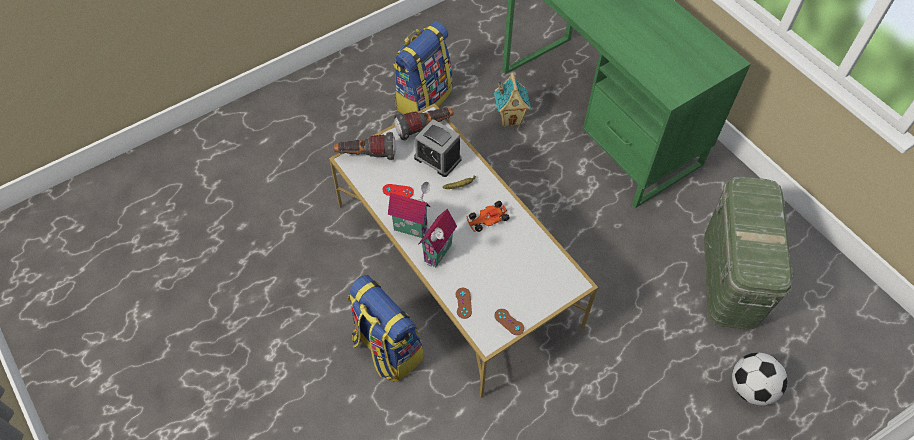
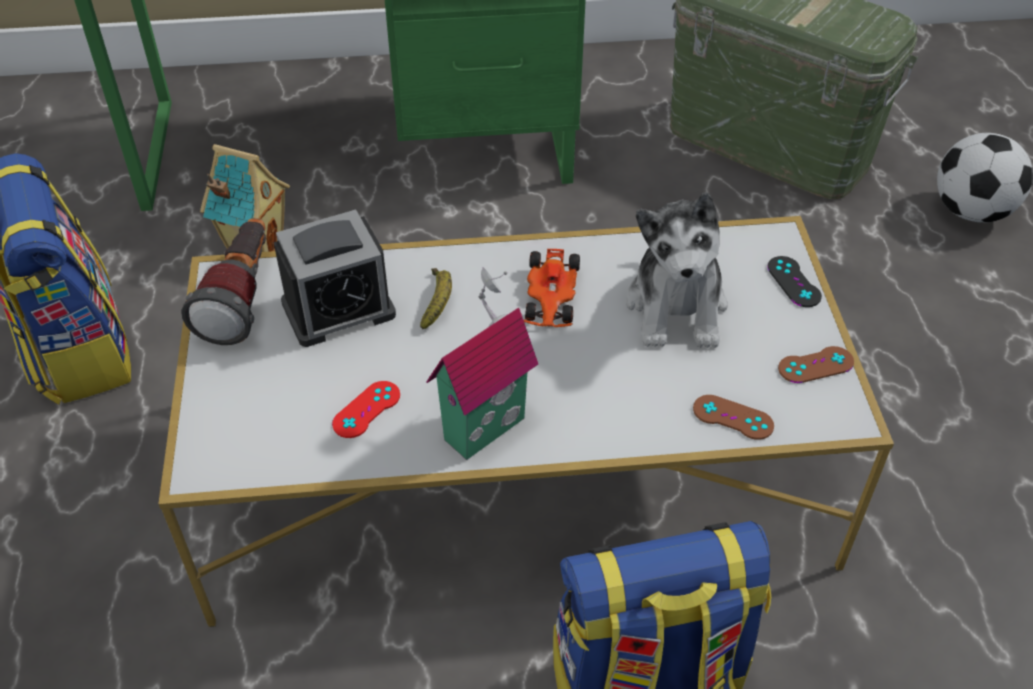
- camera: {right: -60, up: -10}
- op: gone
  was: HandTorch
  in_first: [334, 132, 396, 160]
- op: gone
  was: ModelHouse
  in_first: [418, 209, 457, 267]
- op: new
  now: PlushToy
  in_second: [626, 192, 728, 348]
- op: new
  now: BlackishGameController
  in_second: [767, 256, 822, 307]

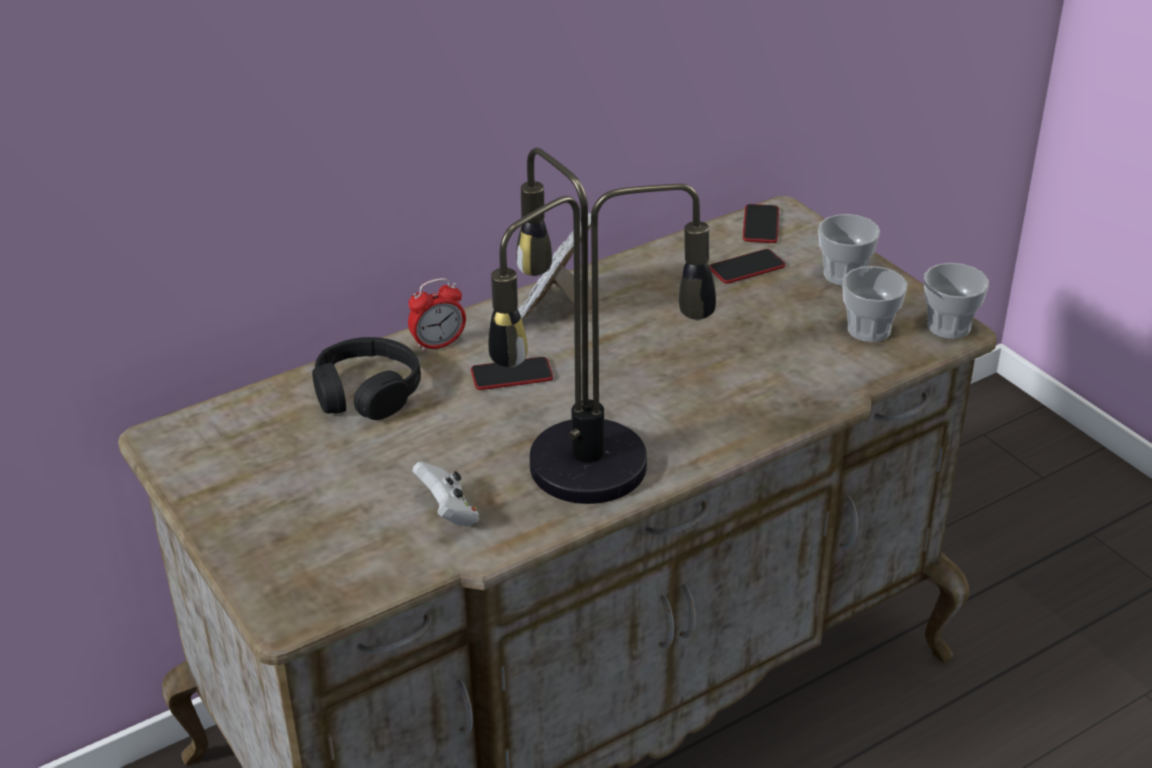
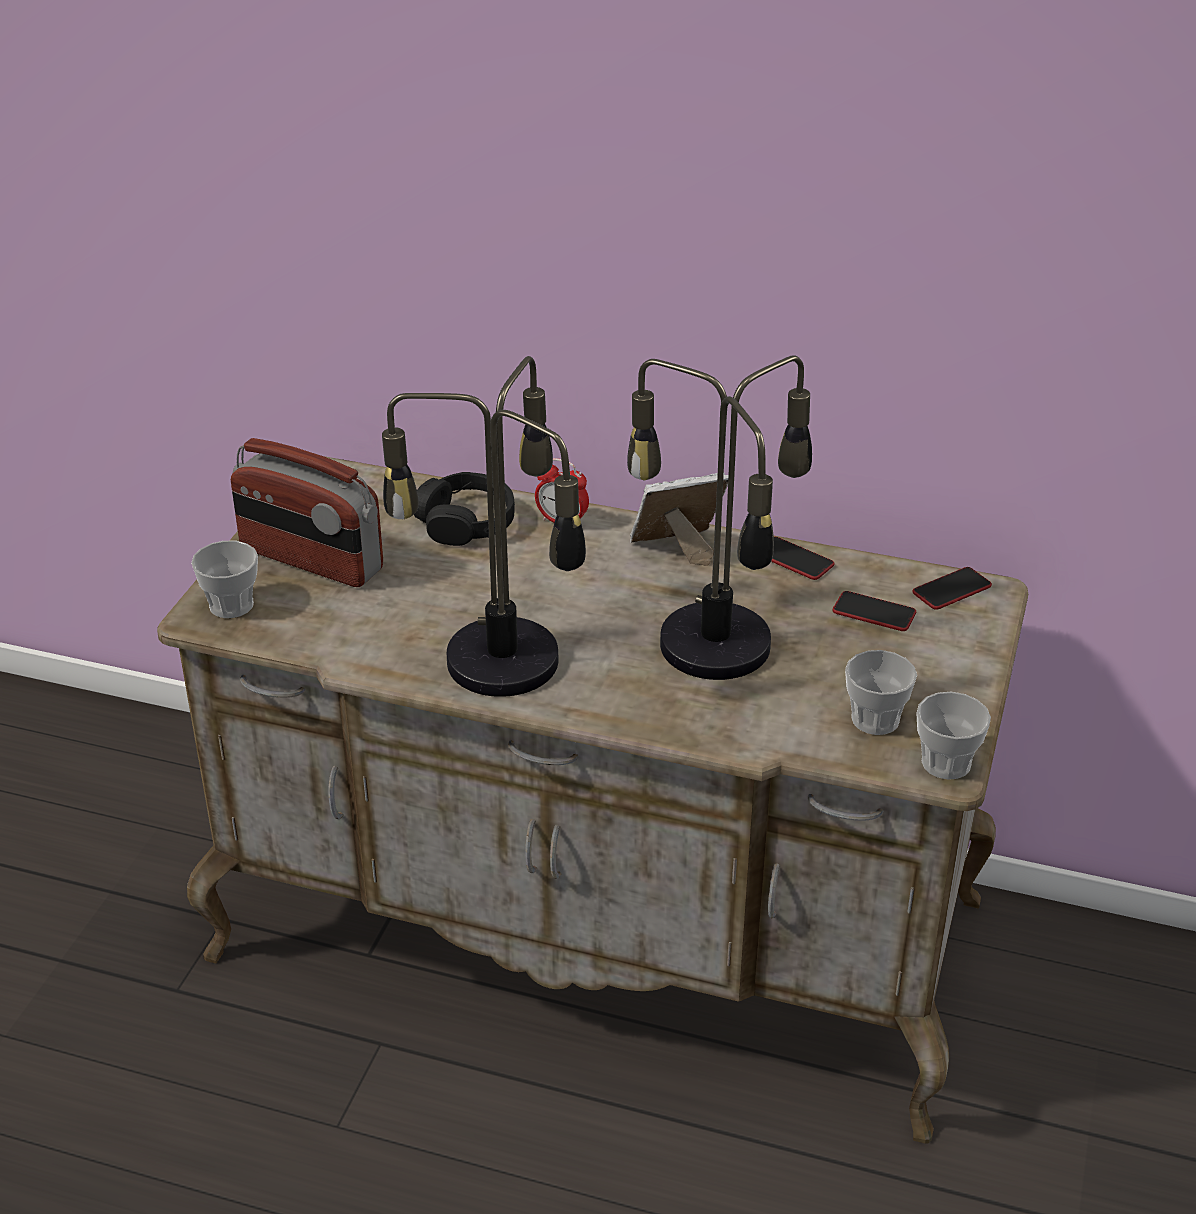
- camera: {right: 50, up: 0}
- op: gone
  was: WhitishGameController
  in_first: [412, 462, 479, 527]
- op: new
  now: Radio
  in_second: [231, 438, 383, 587]
- op: new
  now: TableLamp
  in_second: [627, 355, 812, 680]
- op: shifted
  was: Handset
  in_first: [471, 357, 553, 390]
  in_second: [771, 537, 834, 580]
- op: shifted
  was: DrinkingCup
  in_first: [818, 214, 880, 286]
  in_second: [191, 541, 258, 618]

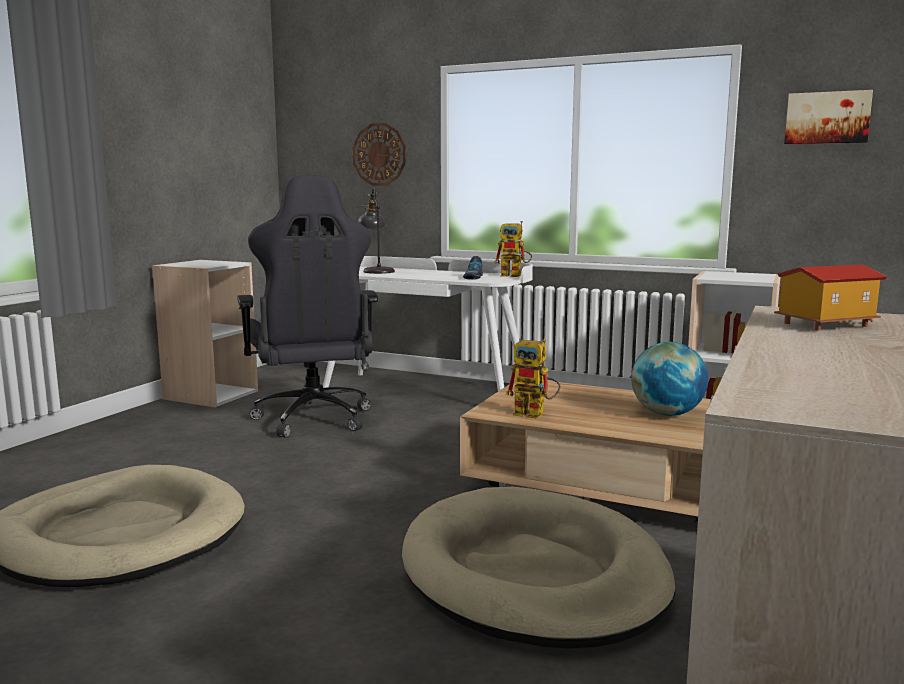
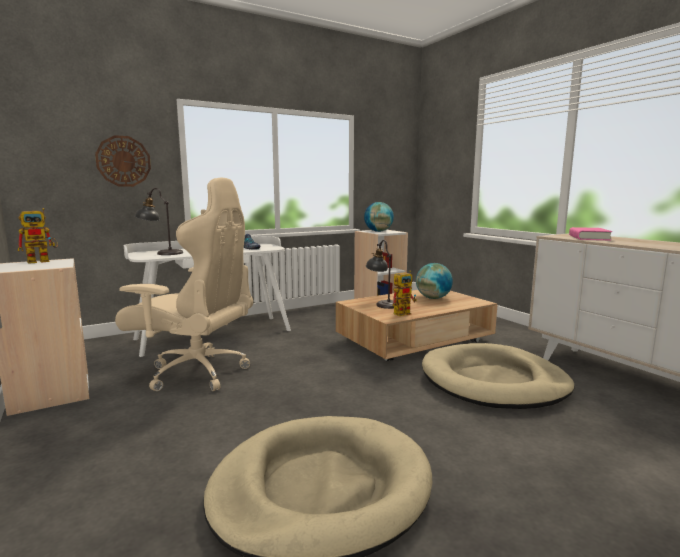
- camera: {right: -55, up: 0}
- op: gone
  was: WallArt
  in_first: [784, 90, 873, 144]
- op: new
  now: Globe
  in_second: [364, 202, 394, 232]
- op: new
  now: GreyTableLamp
  in_second: [366, 240, 394, 309]
- op: shifted
  was: RobotFigure
  in_first: [494, 221, 532, 277]
  in_second: [18, 208, 58, 264]
- op: swapped
  was: ModelHouse
  now: PinkColouredVolume
  in_first: [774, 264, 887, 331]
  in_second: [569, 227, 612, 241]
- op: repainted
  was: BlackishDeskChair
  now: BeigeColouredDeskChair
  in_first: [237, 175, 378, 437]
  in_second: [115, 178, 253, 391]

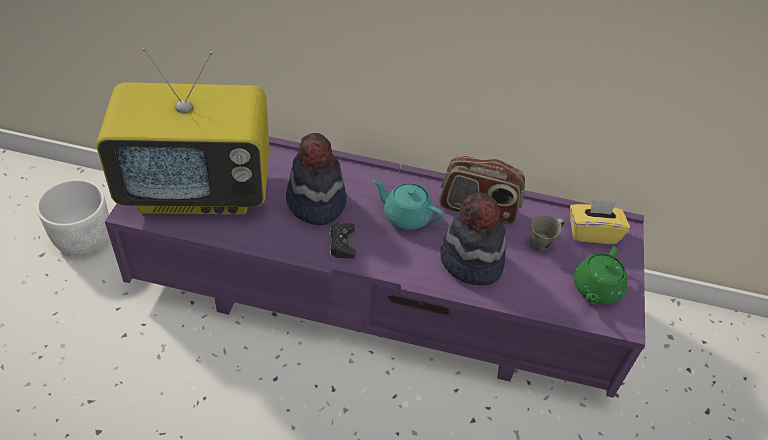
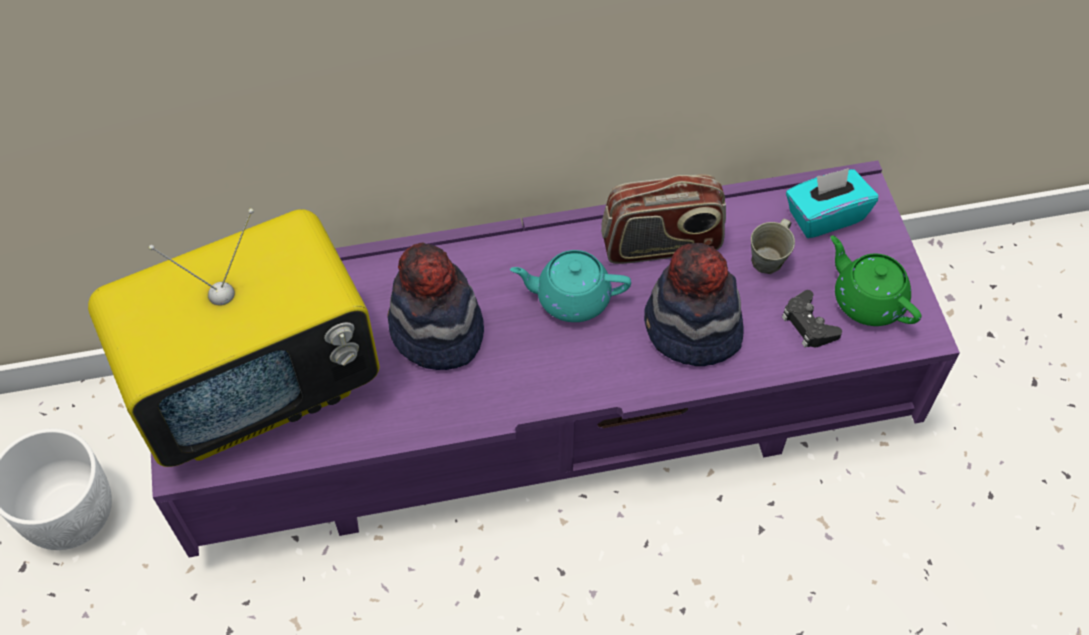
- camera: {right: -20, up: 10}
- op: shifted
  was: BlackishGameController
  in_first: [329, 223, 356, 258]
  in_second: [782, 290, 842, 348]
- op: repainted
  was: YellowTissueHolder
  now: TurquoiseColouredTissueHolder
  in_first: [570, 199, 630, 244]
  in_second: [786, 168, 878, 239]
- op: rotated
  was: GreenColouredTeaPot
  in_first: [574, 246, 628, 304]
  in_second: [830, 236, 921, 326]
  clockwise: 135

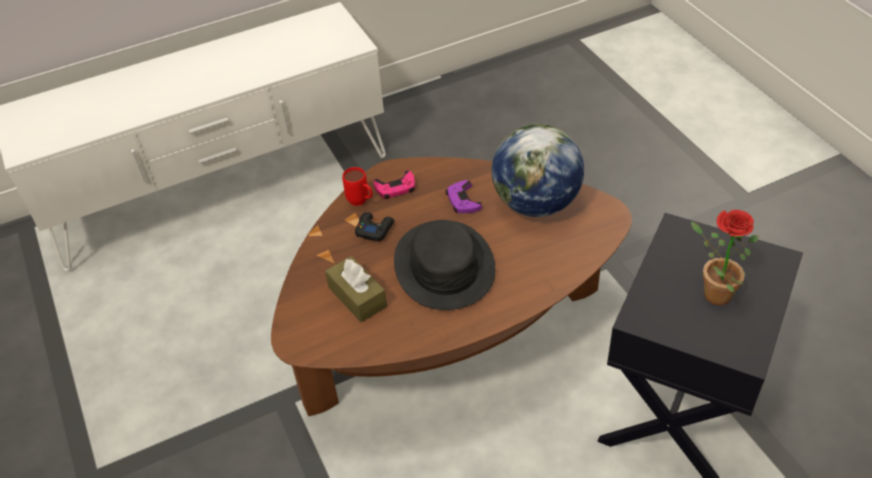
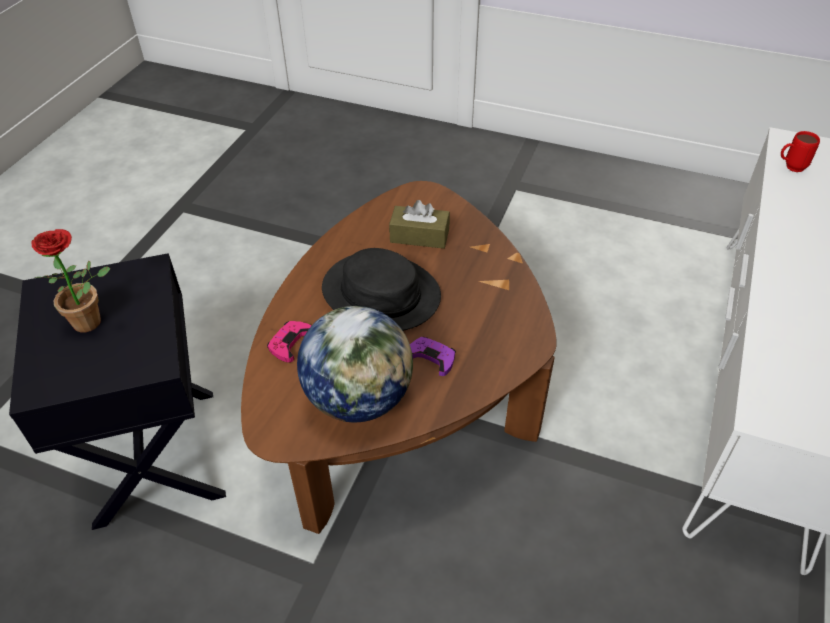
- camera: {right: 135, up: 0}
- op: gone
  was: BlackishGameController
  in_first: [355, 212, 394, 241]
- op: shifted
  was: ReddishTeaMug
  in_first: [342, 167, 373, 206]
  in_second: [781, 131, 820, 172]
- op: shifted
  was: PinkColouredGameController
  in_first: [374, 170, 415, 199]
  in_second: [267, 321, 312, 363]

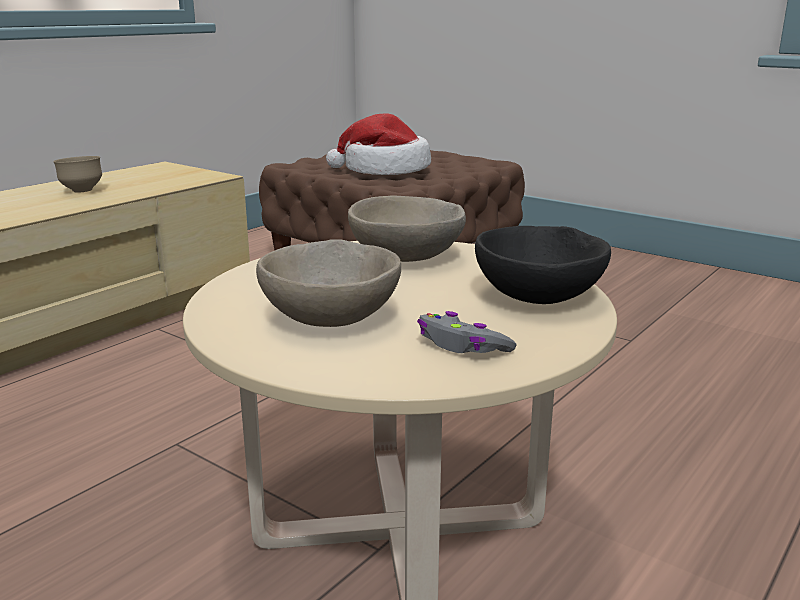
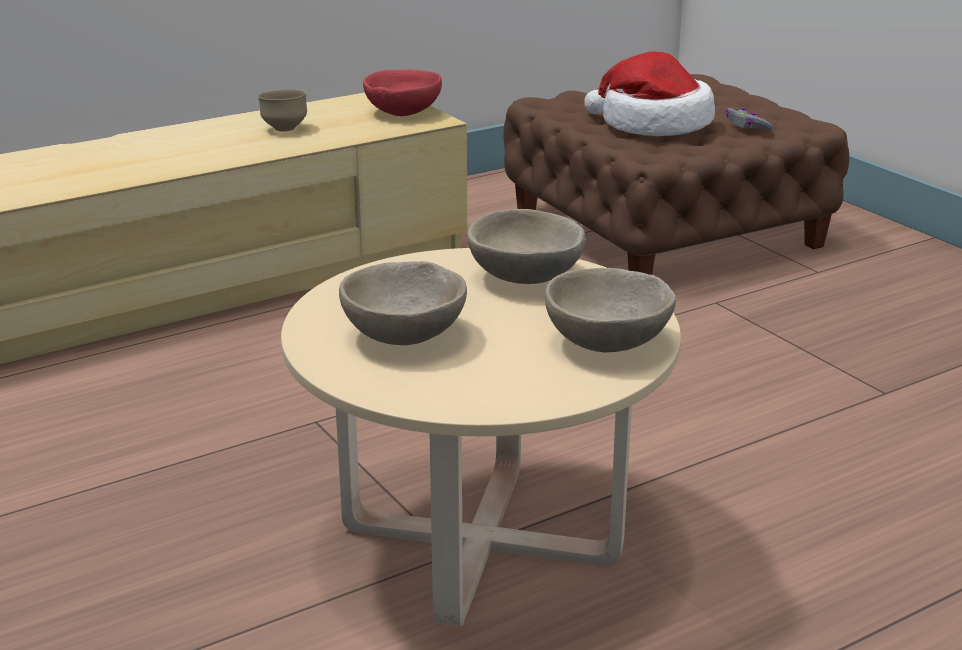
- camera: {right: 20, up: 5}
- op: new
  now: ReddishDeepDish
  in_second: [363, 69, 442, 116]
- op: shifted
  was: GreyGameController
  in_first: [417, 311, 517, 353]
  in_second: [726, 108, 773, 130]
- op: repainted
  was: BlackishDeepDish
  now: BeigeColouredDeepDish
  in_first: [475, 226, 611, 304]
  in_second: [545, 268, 676, 352]

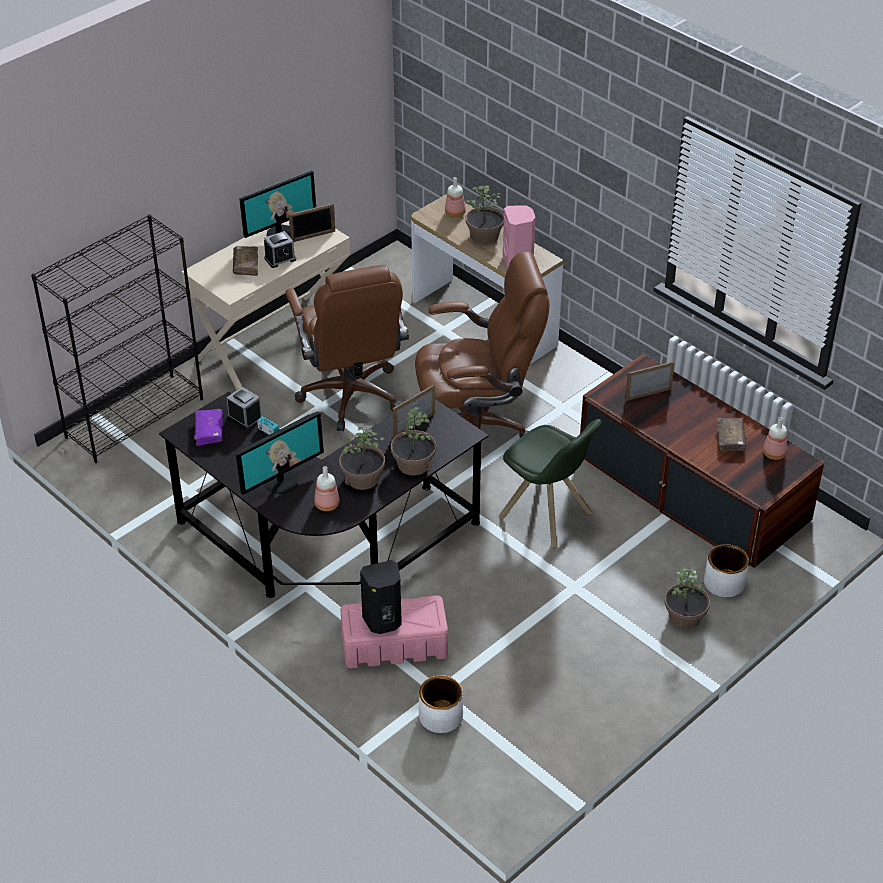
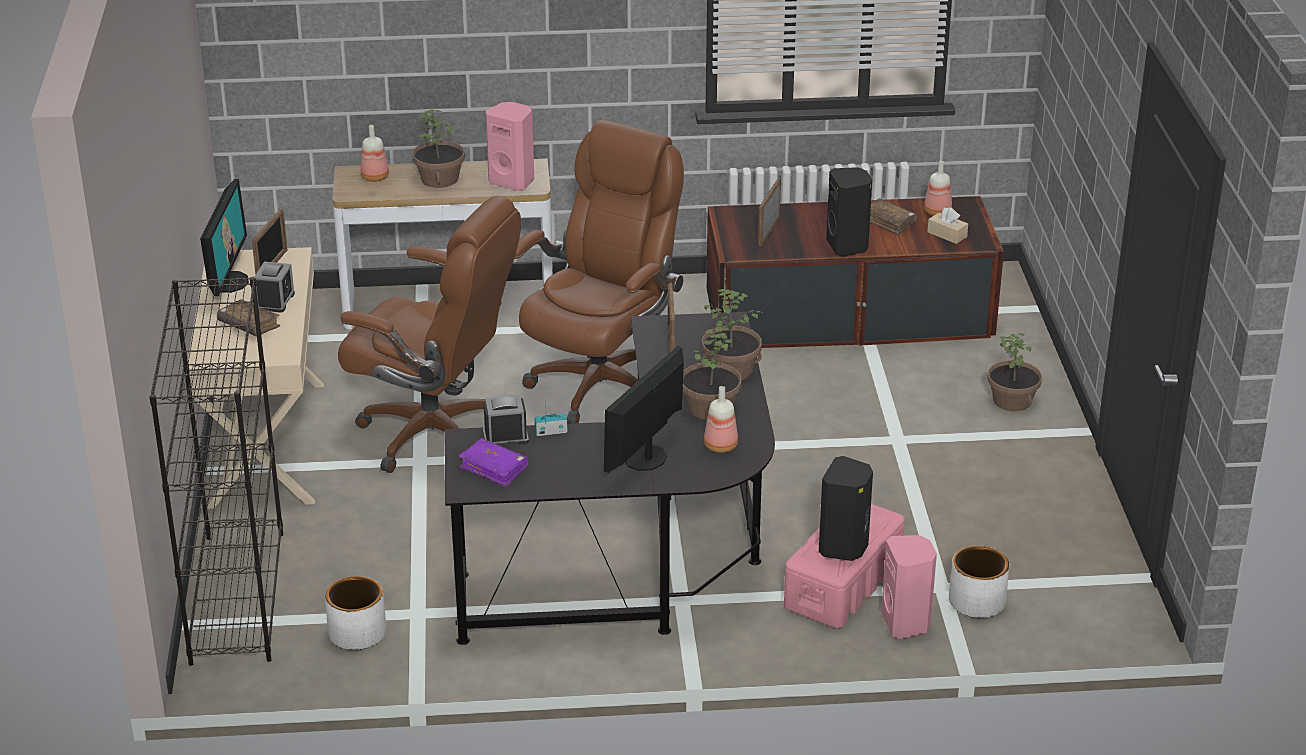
- camera: {right: -50, up: -10}
- op: gone
  was: GreenColouredChair
  in_first: [499, 419, 602, 548]
- op: new
  now: BlackishAudioSpeaker
  in_second: [826, 167, 872, 257]
- op: new
  now: PinkColouredAudioSpeaker
  in_second: [881, 535, 937, 639]
- op: new
  now: BeigeColouredTissueHolder
  in_second: [927, 207, 968, 244]
- op: shifted
  was: WhitishFlowerPot
  in_first: [704, 544, 749, 597]
  in_second: [325, 576, 386, 650]
- op: rotated
  was: ComputerDisplay
  in_first: [235, 411, 324, 495]
  in_second: [604, 346, 684, 473]
  clockwise: -150

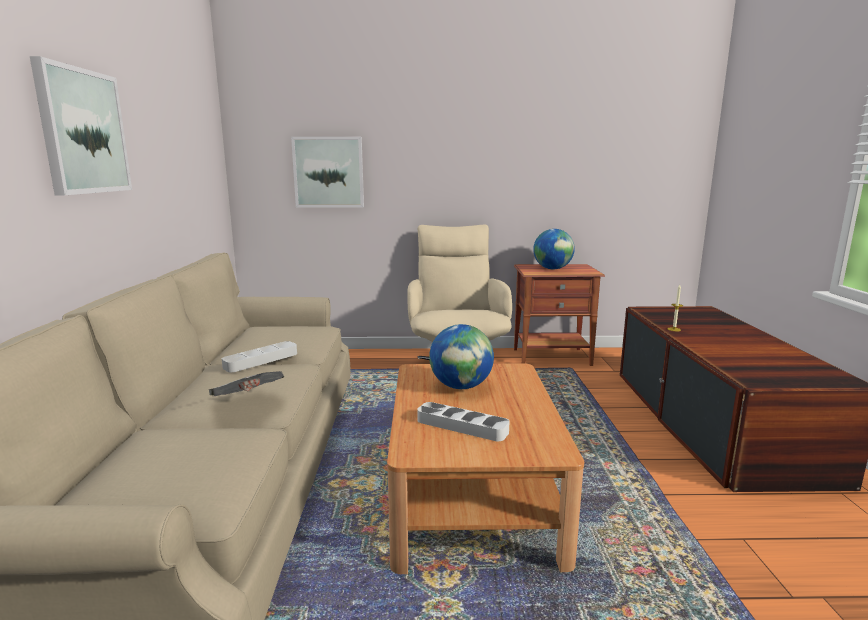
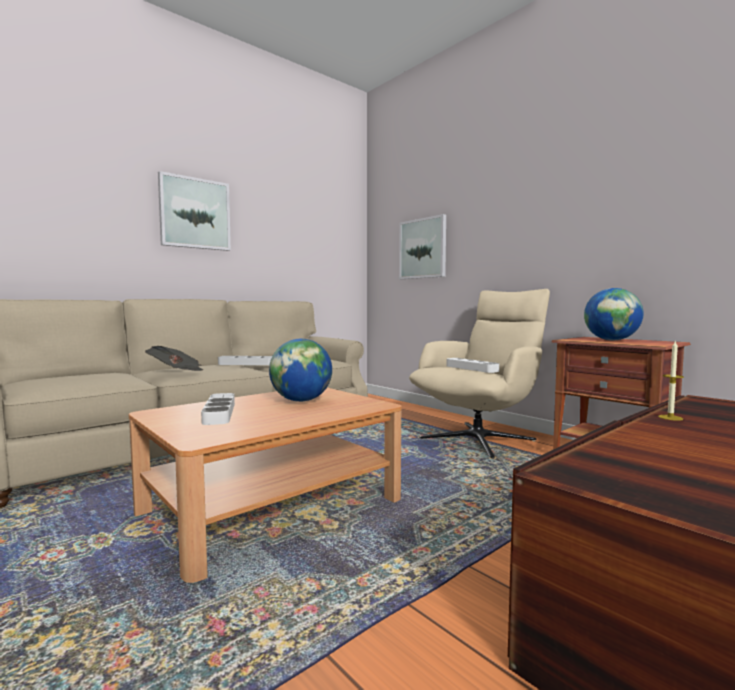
- camera: {right: 50, up: -10}
- op: new
  now: WhitishServingTray
  in_second: [447, 358, 499, 373]

